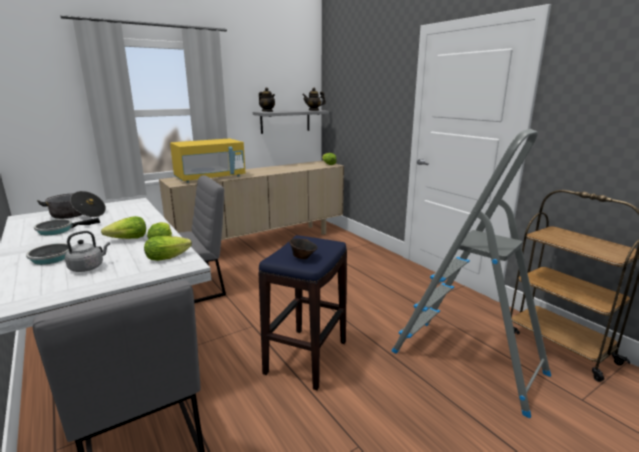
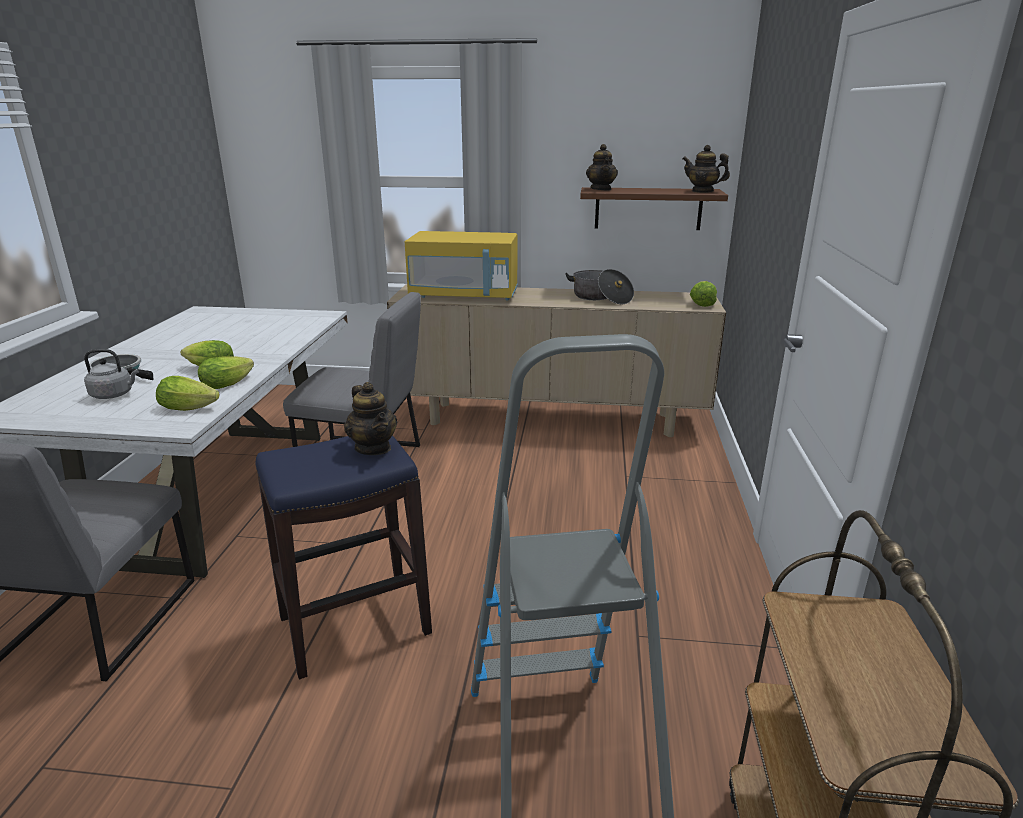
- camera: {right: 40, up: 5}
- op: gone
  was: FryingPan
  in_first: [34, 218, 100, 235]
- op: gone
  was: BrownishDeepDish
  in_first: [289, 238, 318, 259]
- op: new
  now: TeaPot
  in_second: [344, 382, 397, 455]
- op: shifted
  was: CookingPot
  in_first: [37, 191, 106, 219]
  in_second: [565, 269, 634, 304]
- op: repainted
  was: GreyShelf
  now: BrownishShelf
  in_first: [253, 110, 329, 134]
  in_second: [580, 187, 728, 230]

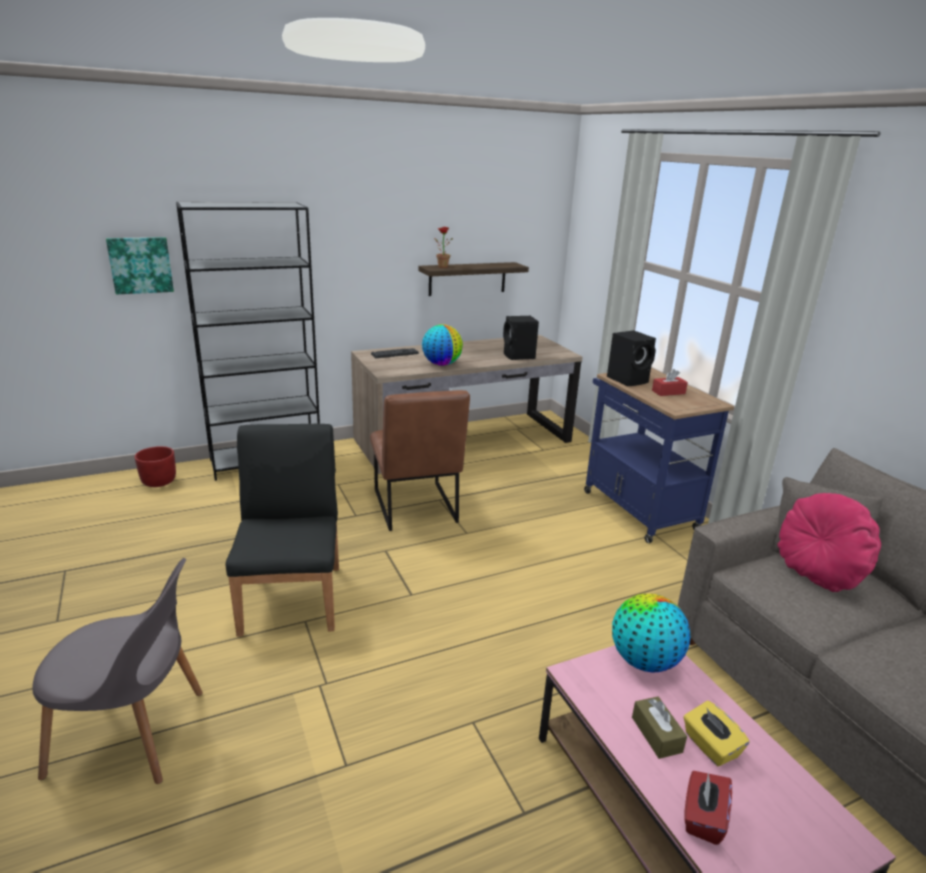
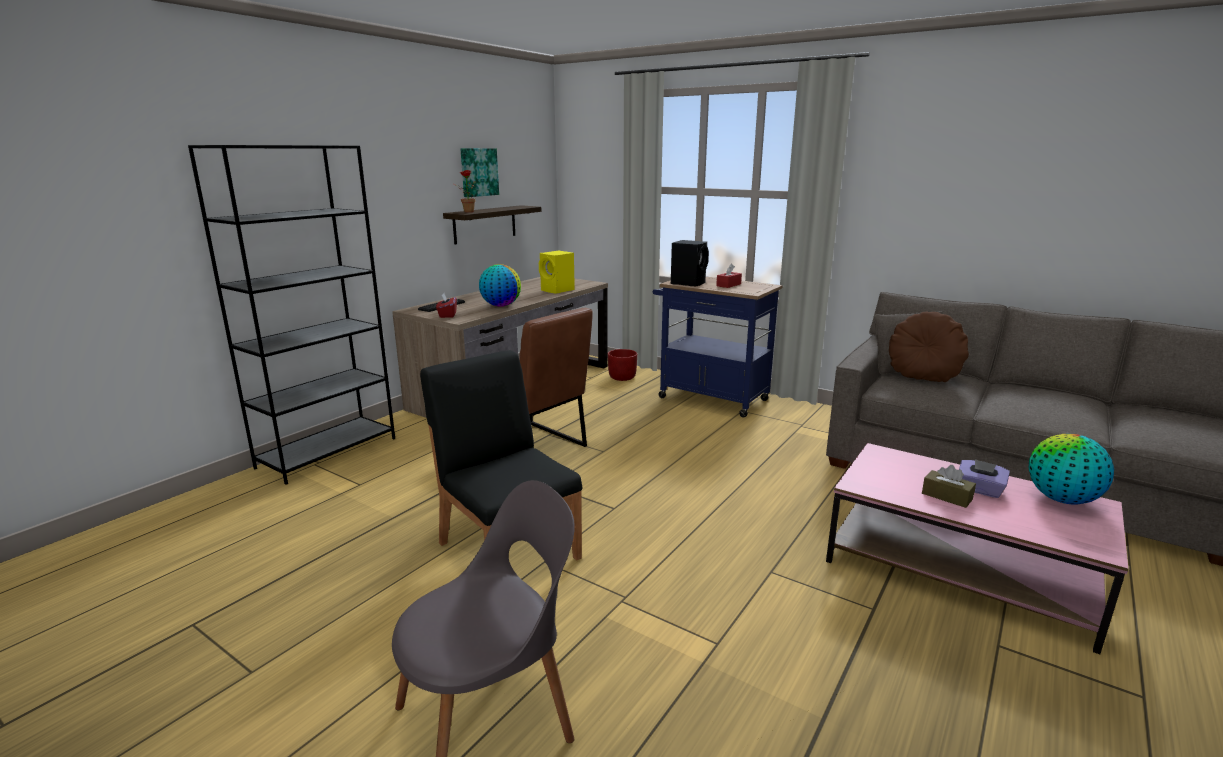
- camera: {right: -30, up: -5}
- op: shifted
  was: WallArt
  in_first: [106, 237, 174, 294]
  in_second: [461, 148, 499, 197]
- op: shifted
  was: ReddishFlowerPot
  in_first: [135, 446, 176, 487]
  in_second: [608, 349, 637, 381]
- op: shifted
  was: Globe
  in_first: [612, 594, 691, 672]
  in_second: [1029, 434, 1114, 505]
- op: shifted
  was: ReddishTissueHolder
  in_first: [685, 771, 732, 845]
  in_second: [436, 293, 457, 318]
- op: repainted
  was: BlackishAudioSpeaker
  now: YellowAudioSpeaker
  in_first: [503, 316, 539, 360]
  in_second: [539, 250, 575, 294]
- op: repainted
  was: YellowTissueHolder
  now: PurpleColouredTissueHolder
  in_first: [683, 700, 749, 766]
  in_second: [959, 459, 1010, 498]
- op: repainted
  was: PinkColouredCushion
  now: BrownishCushion
  in_first: [777, 493, 881, 592]
  in_second: [889, 311, 969, 382]

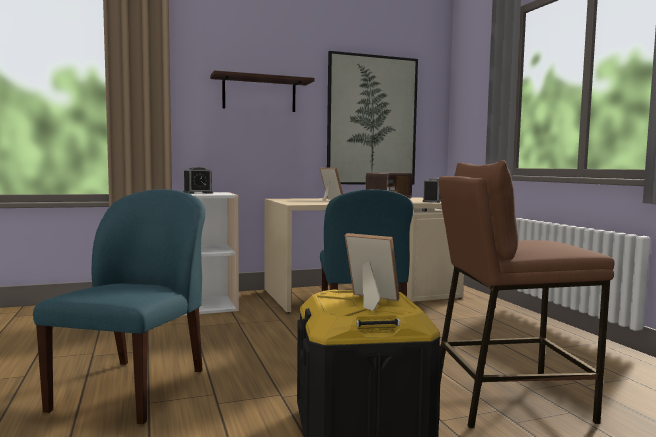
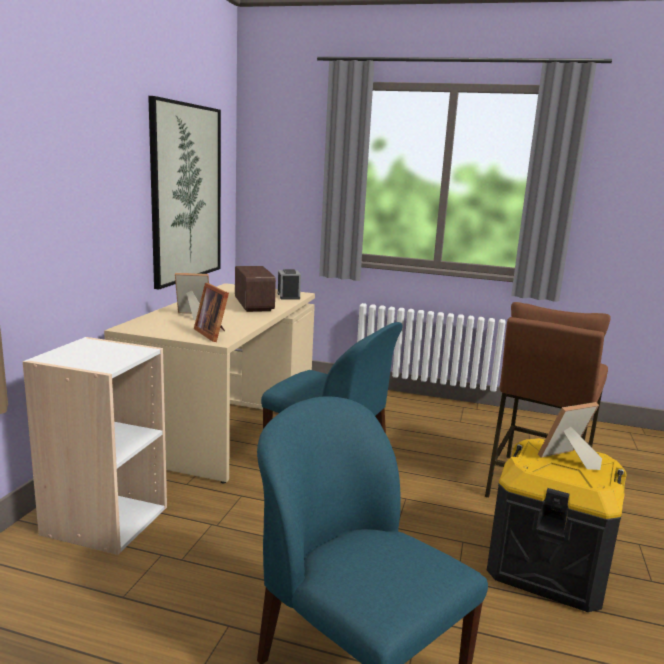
- camera: {right: -55, up: 10}
- op: gone
  was: BedsideClock
  in_first: [183, 167, 213, 194]
- op: gone
  was: Shelf
  in_first: [210, 70, 314, 112]
- op: new
  now: PictureFrame
  in_second: [194, 283, 229, 342]

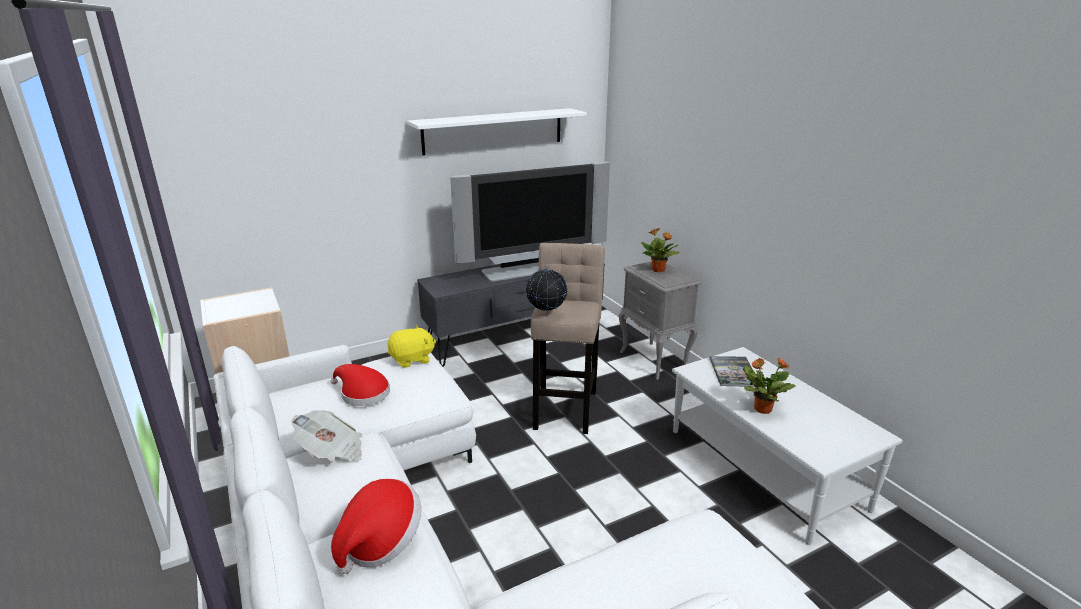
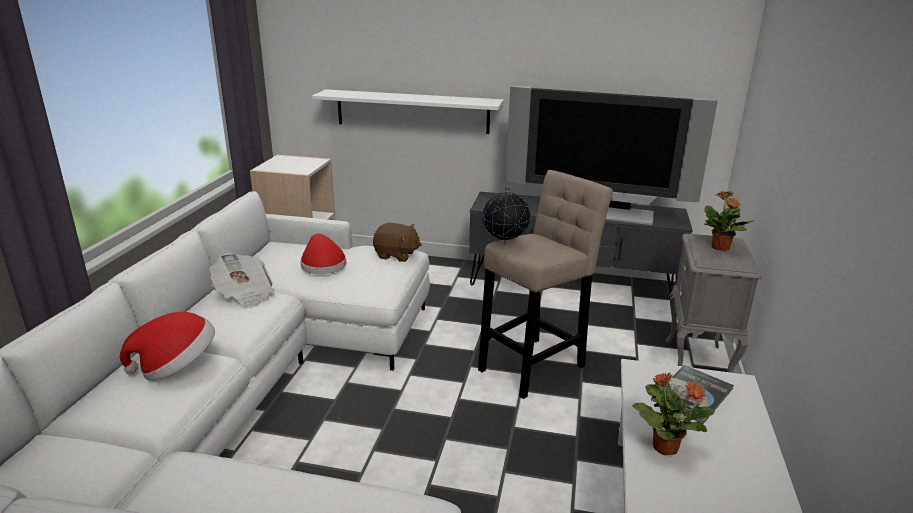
- camera: {right: 40, up: 0}
- op: shifted
  was: WhitishShelf
  in_first: [407, 108, 587, 156]
  in_second: [312, 89, 504, 134]
- op: repainted
  was: YellowPlushToy
  now: BrownishPlushToy
  in_first: [387, 326, 436, 368]
  in_second: [373, 223, 422, 262]

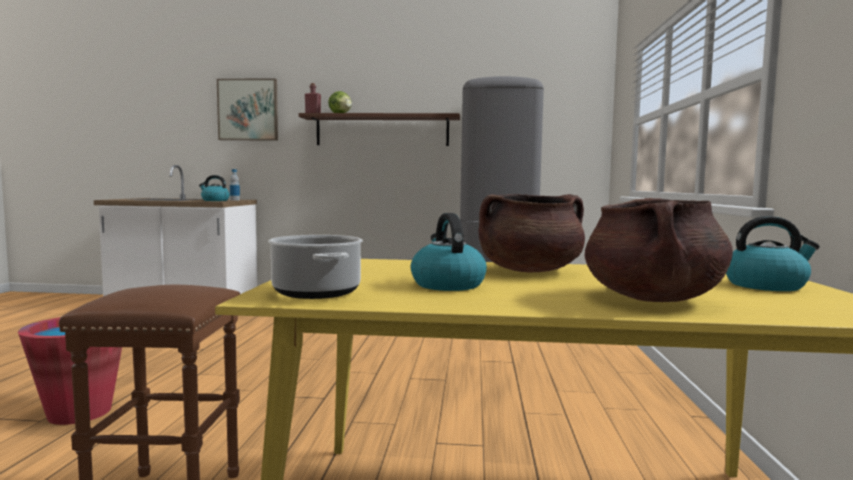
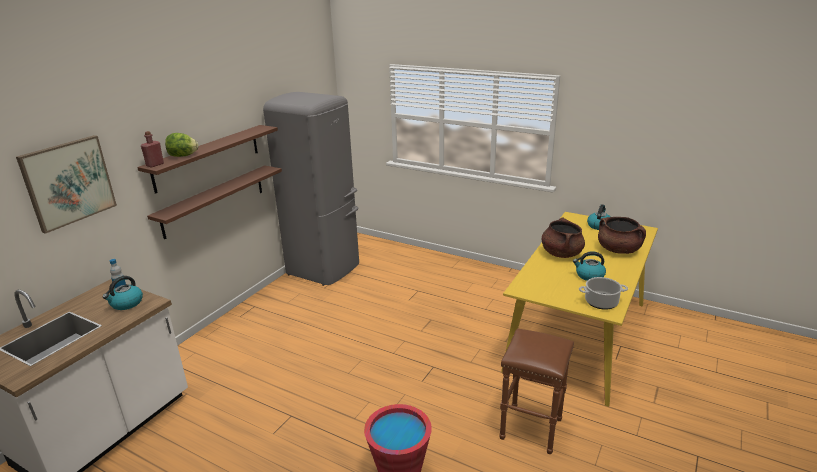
- camera: {right: -65, up: 20}
- op: new
  now: BrownishShelf
  in_second: [147, 165, 282, 239]

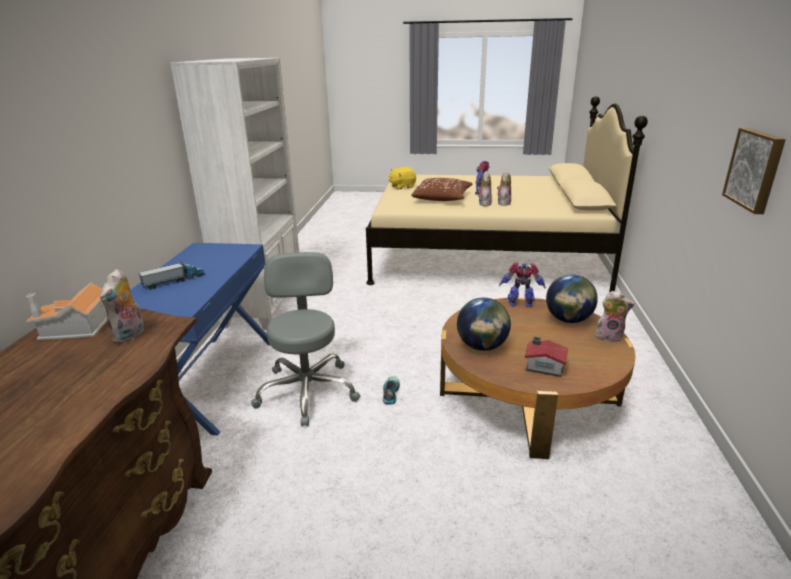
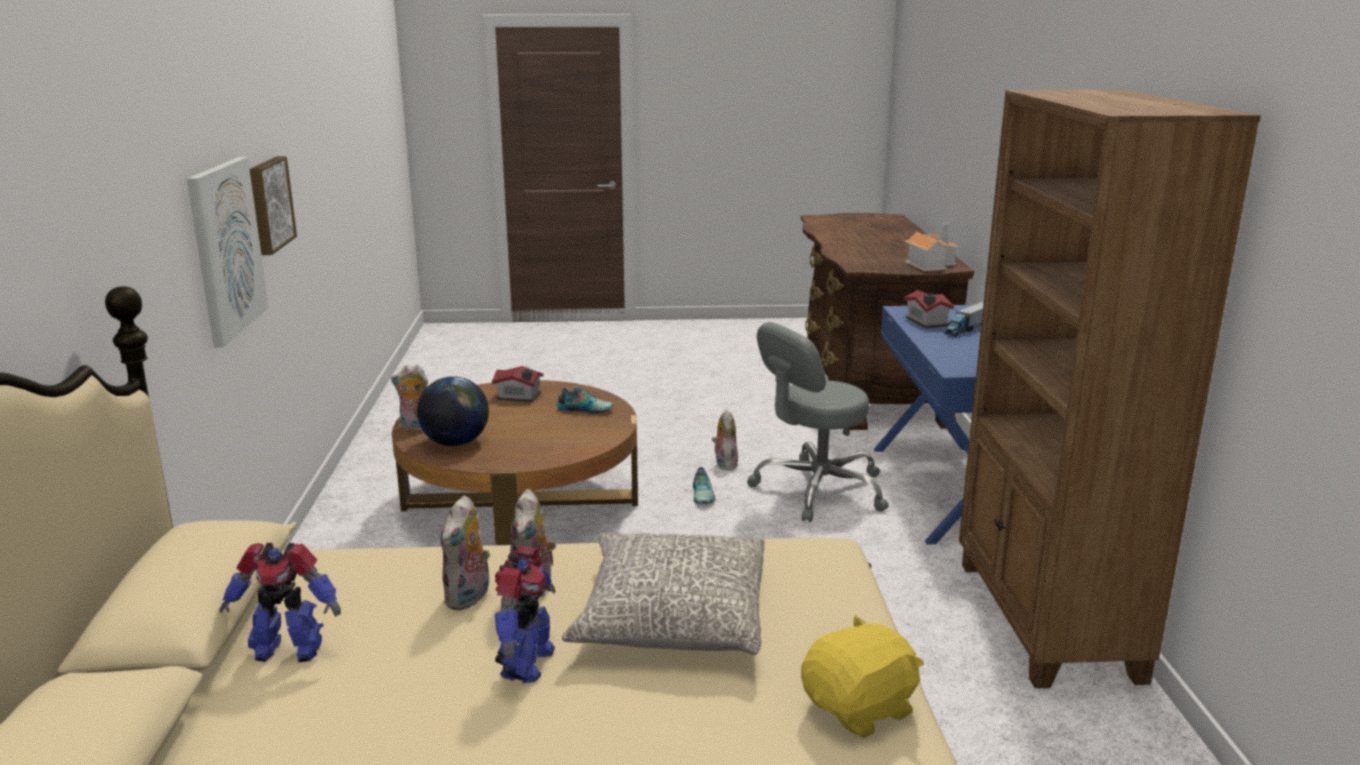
- camera: {right: 170, up: -5}
- op: new
  now: WallArt
  in_second: [187, 157, 269, 347]
- op: new
  now: ModelHouse
  in_second: [903, 290, 954, 328]
- op: shifted
  was: PlushToy
  in_first: [100, 269, 144, 344]
  in_second: [712, 409, 738, 471]
- op: shifted
  was: RobotFigure
  in_first: [499, 263, 546, 307]
  in_second: [219, 543, 341, 662]
- op: swapped
  was: Globe
  now: LowShoe
  in_first: [457, 297, 511, 351]
  in_second: [557, 385, 613, 414]
- op: repainted
  was: WhitishBookshelf
  now: BrownishBookshelf
  in_first: [170, 58, 299, 330]
  in_second: [959, 90, 1261, 688]
- op: repainted
  was: BrownishCushion
  now: GreyCushion
  in_first: [411, 178, 472, 201]
  in_second: [562, 533, 765, 655]
- op: rotated
  was: GreyDeskChair
  in_first: [251, 252, 360, 426]
  in_second: [747, 322, 889, 522]
  clockwise: 75

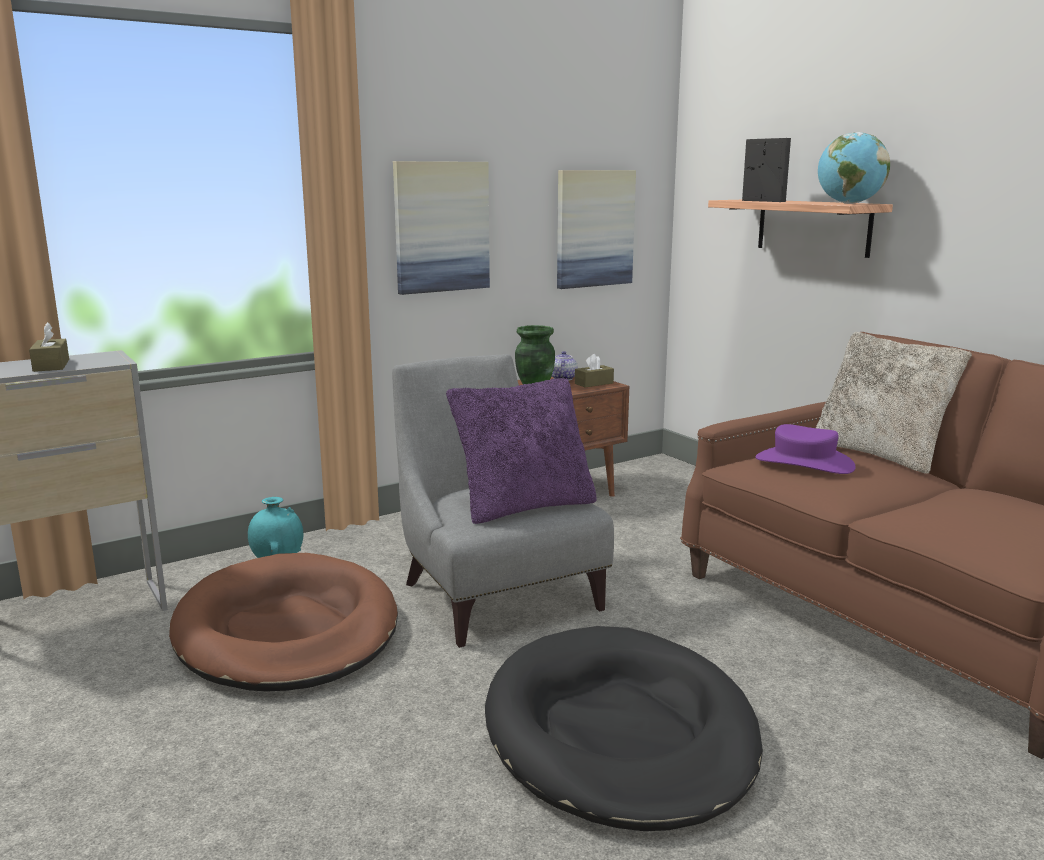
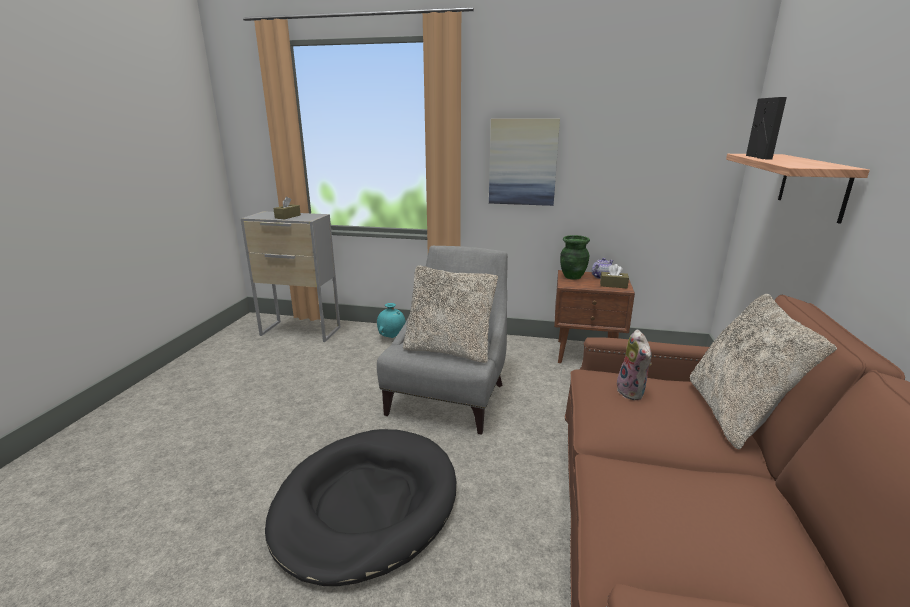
- camera: {right: 45, up: 5}
- op: gone
  was: BrownishDogCushion
  in_first: [169, 553, 398, 692]
- op: gone
  was: WallArt
  in_first: [557, 170, 636, 289]
- op: gone
  was: Globe
  in_first: [818, 132, 890, 204]
- op: swapped
  was: PurpleColouredWearableHat
  now: PlushToy
  in_first: [755, 424, 856, 474]
  in_second: [617, 329, 652, 400]
- op: repainted
  was: PurpleColouredCushion
  now: BeigeColouredCushion
  in_first: [446, 378, 597, 524]
  in_second: [403, 265, 498, 363]

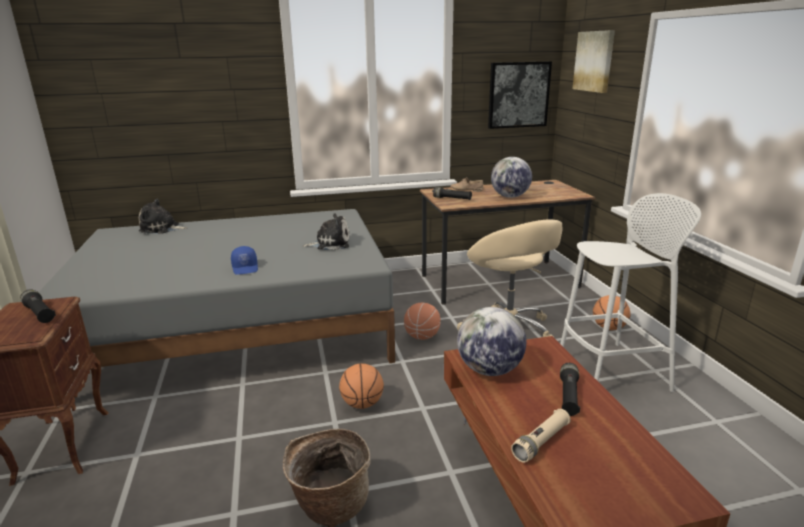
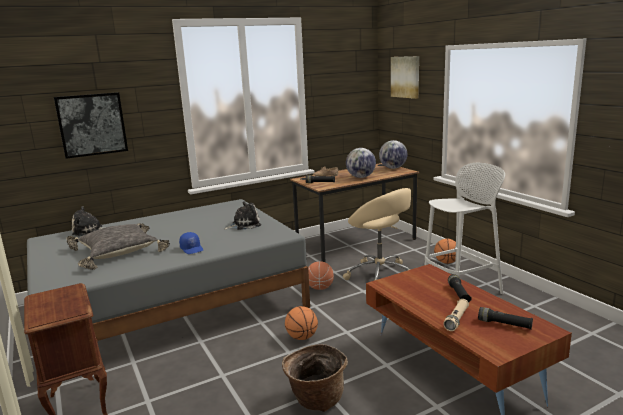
- camera: {right: -15, up: -5}
- op: new
  now: Cushion
  in_second: [66, 223, 170, 270]
- op: shifted
  was: BlackishHandTorch
  in_first: [20, 289, 56, 323]
  in_second: [478, 307, 533, 330]
- op: shifted
  was: Globe
  in_first: [457, 307, 526, 376]
  in_second: [379, 140, 408, 169]
- op: shifted
  was: WallArt
  in_first: [488, 61, 552, 129]
  in_second: [54, 92, 128, 159]

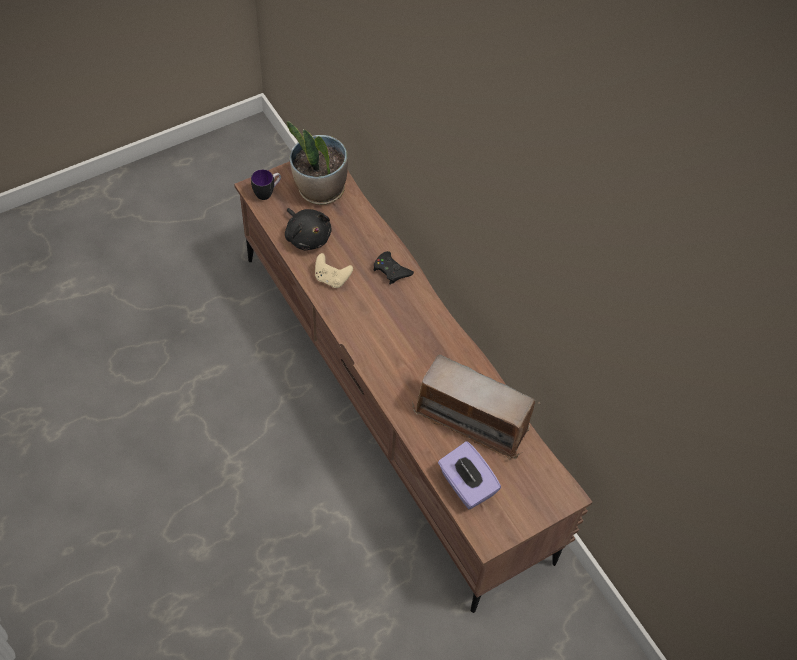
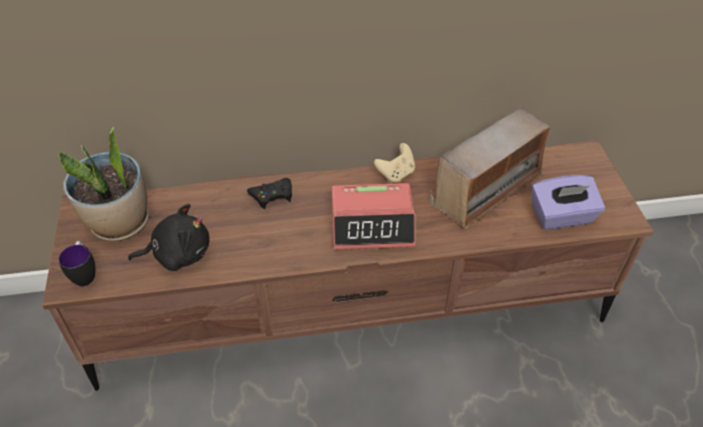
- camera: {right: -65, up: -10}
- op: new
  now: BedsideClock
  in_second: [331, 183, 416, 250]
- op: shifted
  was: BeigeColouredGameController
  in_first: [315, 253, 353, 288]
  in_second: [374, 143, 415, 183]

